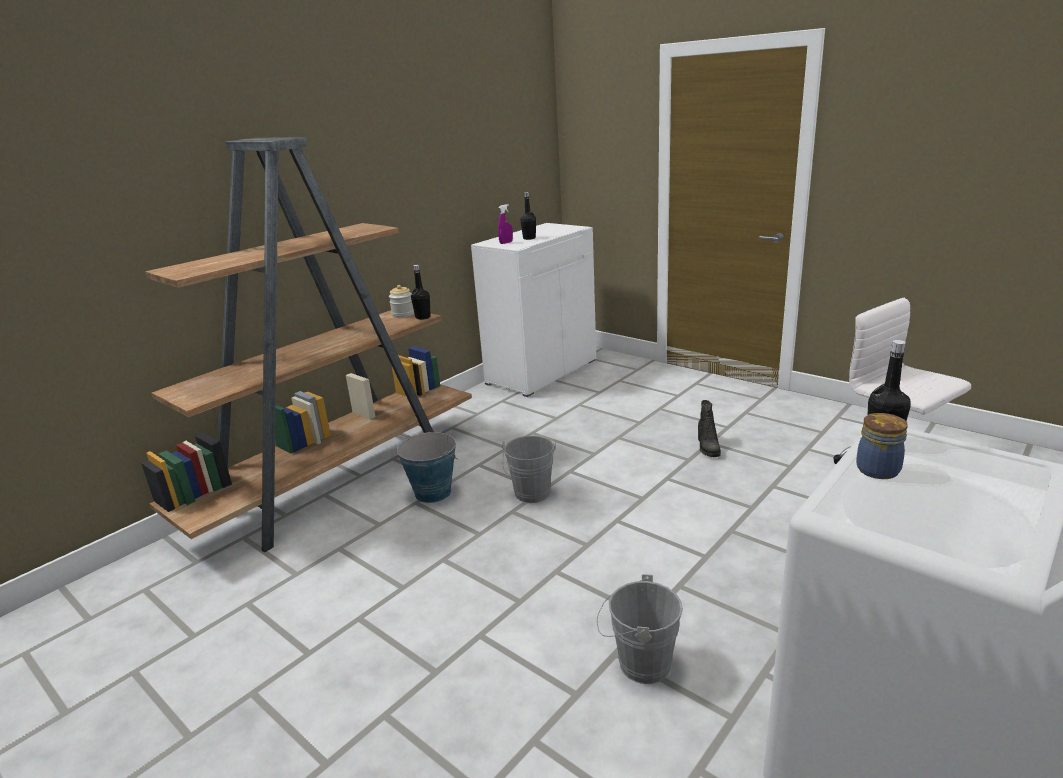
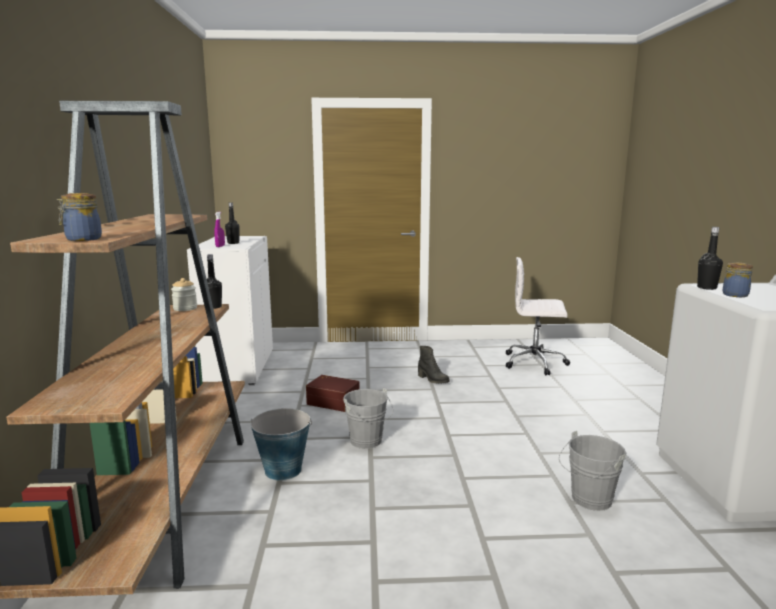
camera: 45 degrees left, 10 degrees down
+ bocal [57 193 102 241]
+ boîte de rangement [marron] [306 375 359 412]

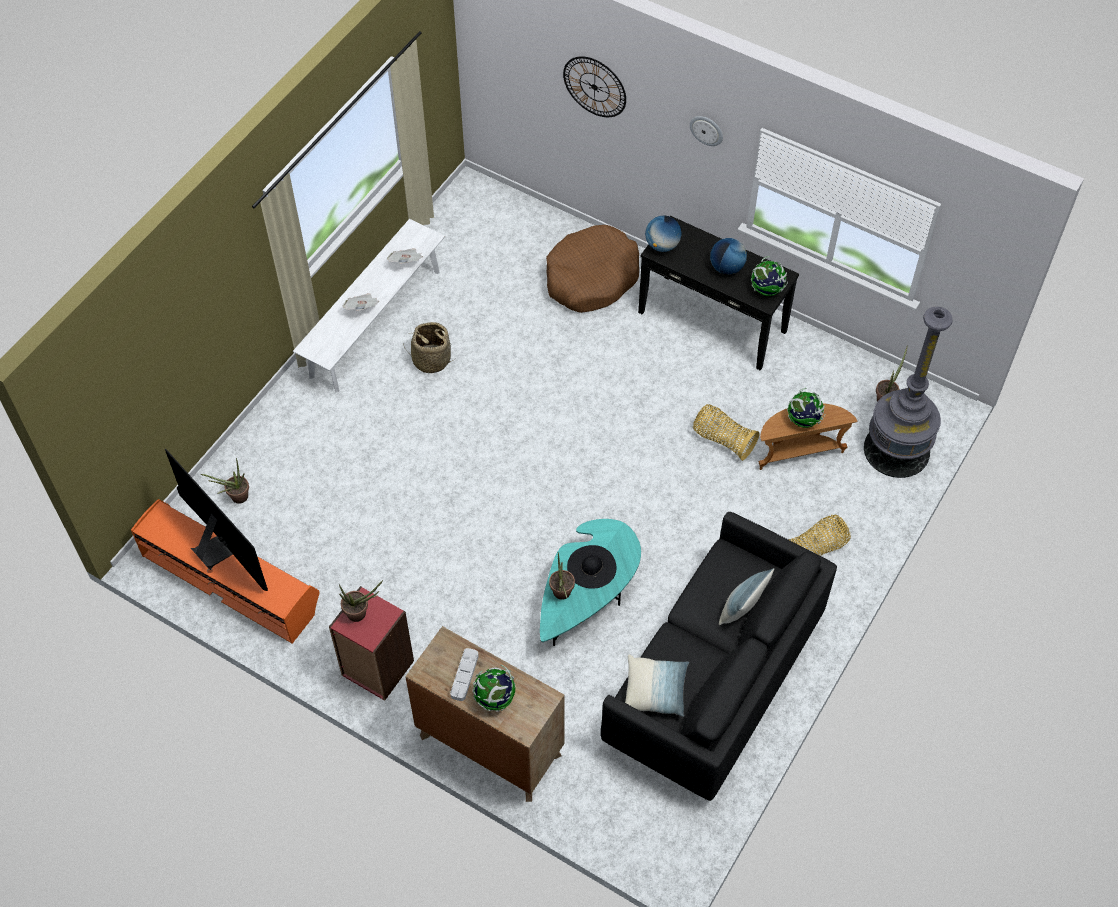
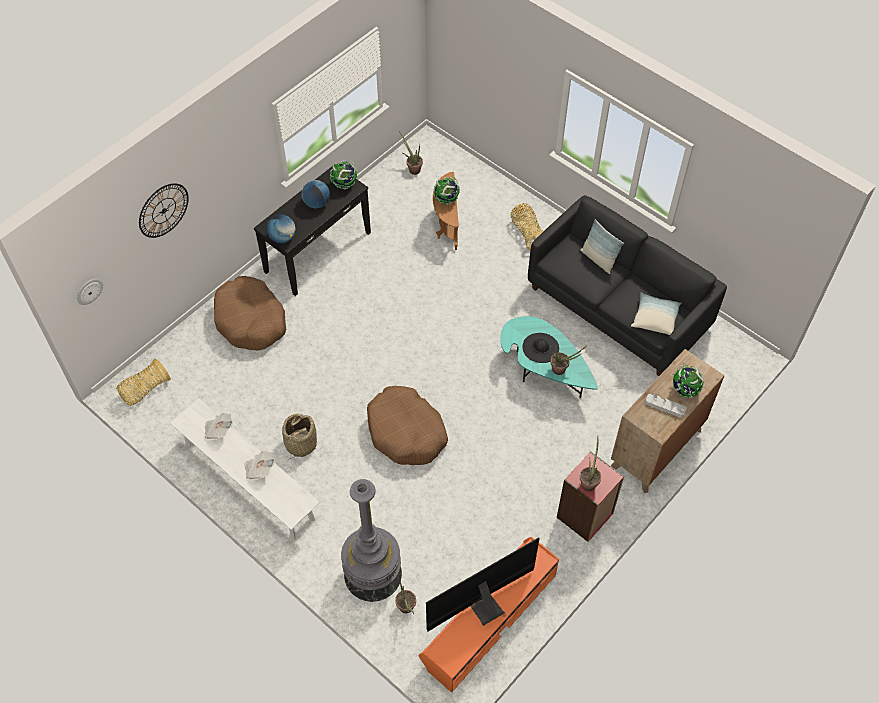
camera: 80 degrees left, 0 degrees up
~ horloge murale [690 116 723 146] to [77 278 103 305]
~ panier [693 404 760 461] to [116 359 171 406]
~ lampadaire [gris] [864 306 953 478] to [341 479 402 602]
+ panier pour chien [marron] [367 386 448 465]

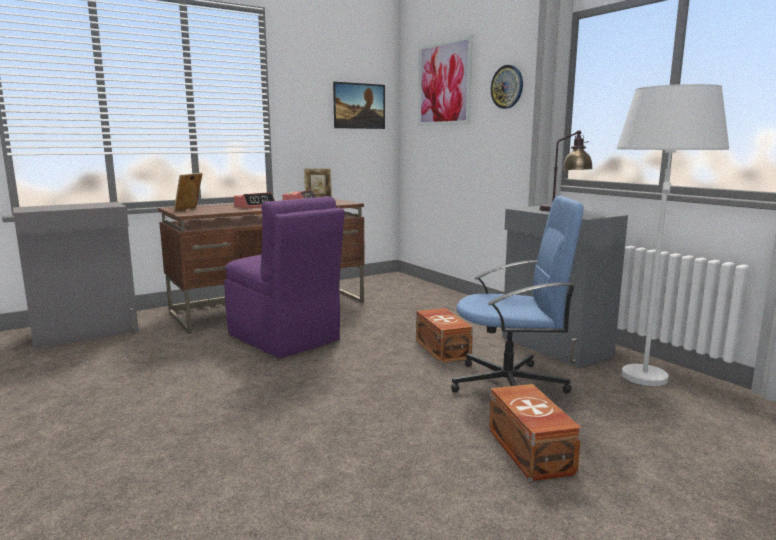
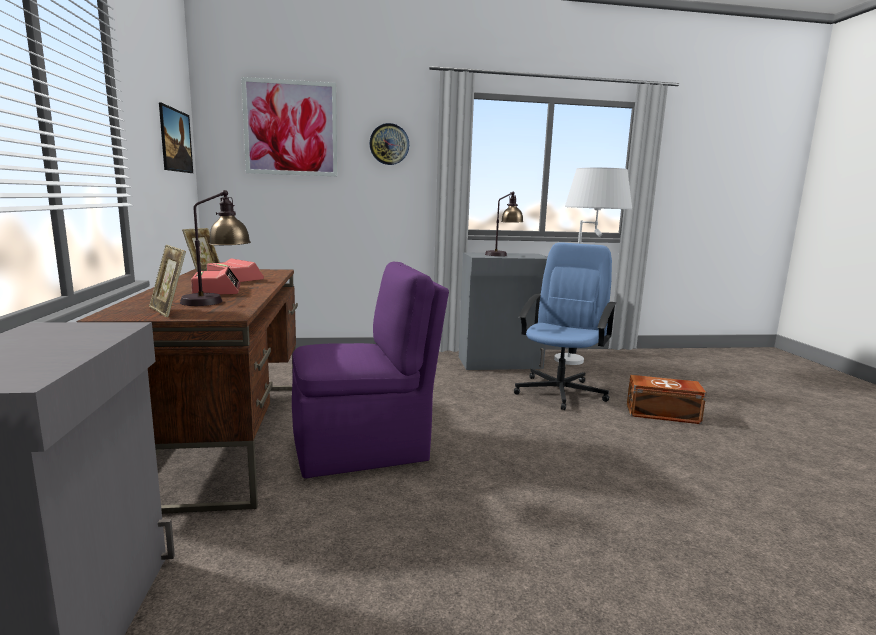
camera: 65 degrees left, 0 degrees up
+ lampe de table [180 190 251 306]
- boîte de rangement [marron] [416 308 473 363]

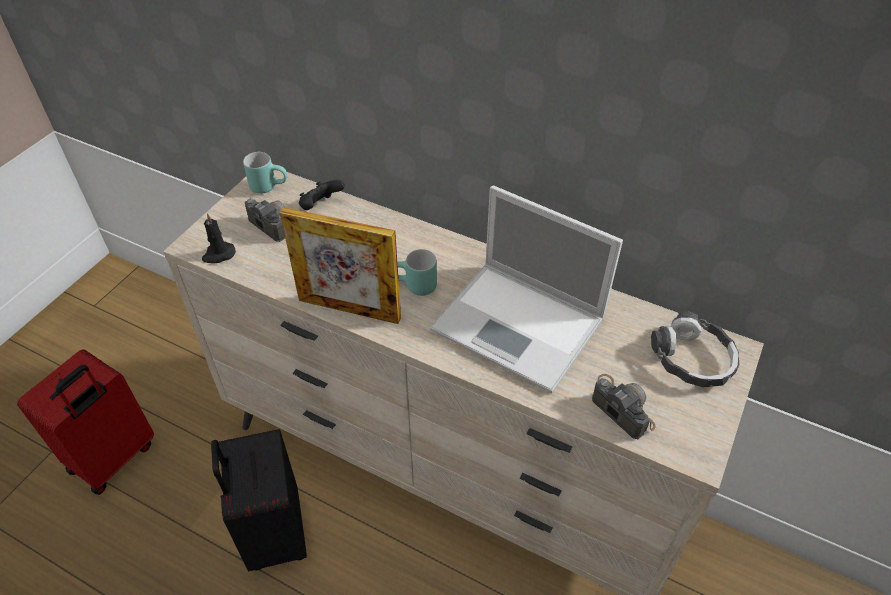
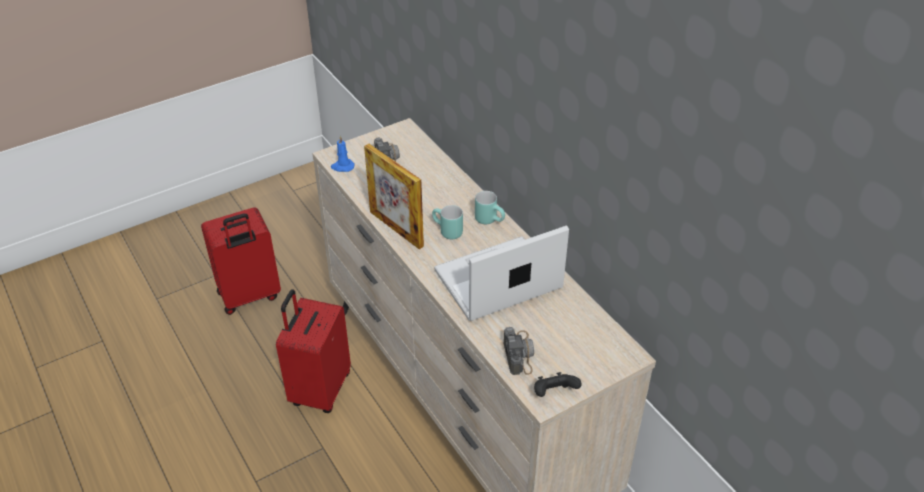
camera: 30 degrees right, 5 degrees down
~ valise [noir] [211 429 307 571] to valise [rouge] [276 289 351 413]
~ bougie [noir] [202 213 236 263] to bougie [bleu] [331 136 355 172]
~ ordinateur portable [430 185 623 393] = [434 225 569 321] 90 degrees clockwise
~ mug [turquoise] [243 152 287 194] to [475 191 505 224]
~ manette [noir] [299 180 345 210] to [534 372 582 397]
- casque audio [651 311 740 387]

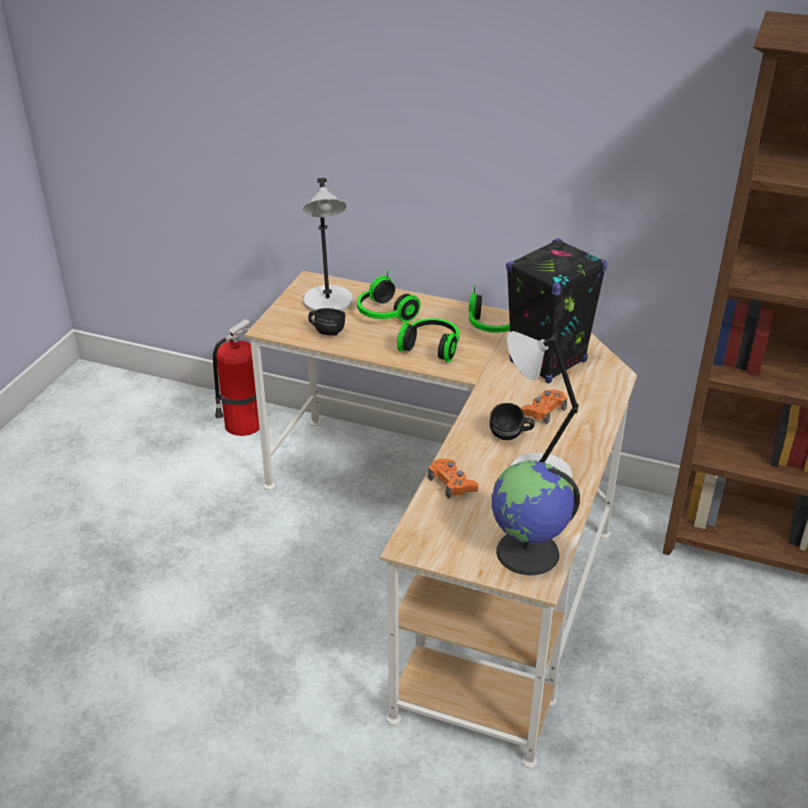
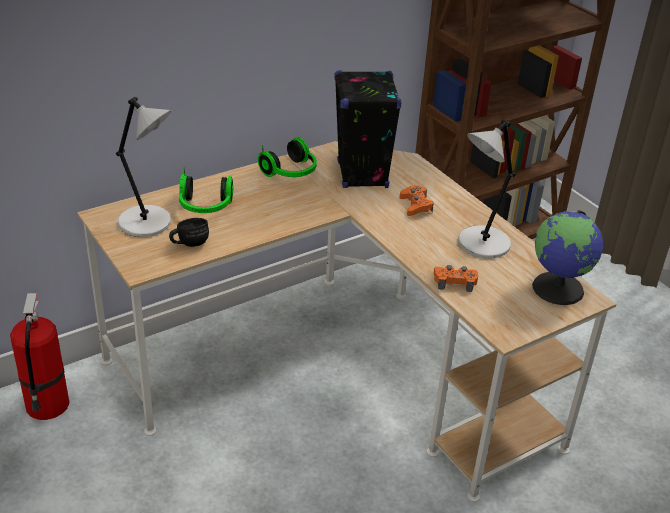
camera: 55 degrees left, 0 degrees up
- casque audio [397 318 460 362]
- mug [noir] [490 403 535 440]

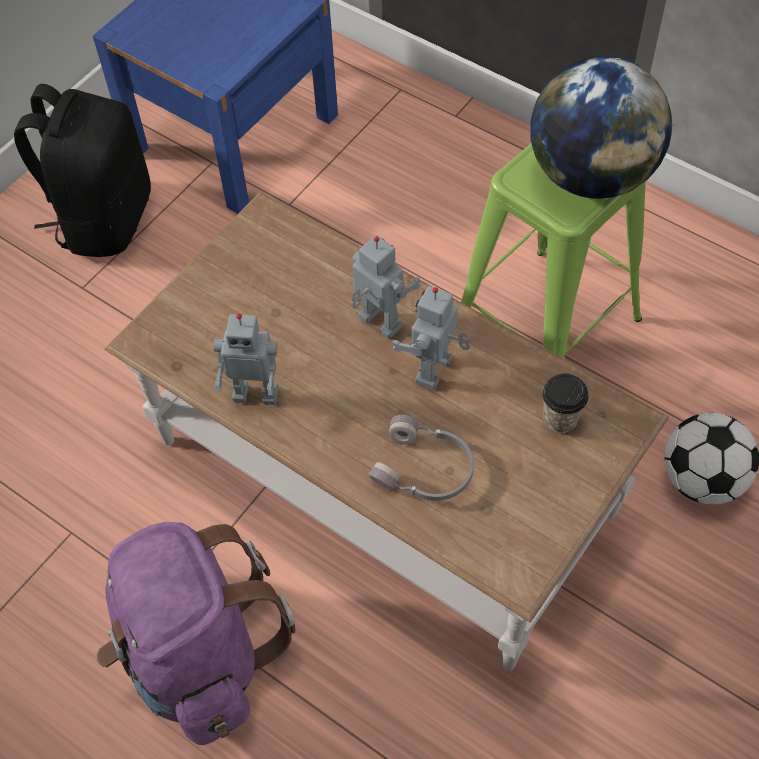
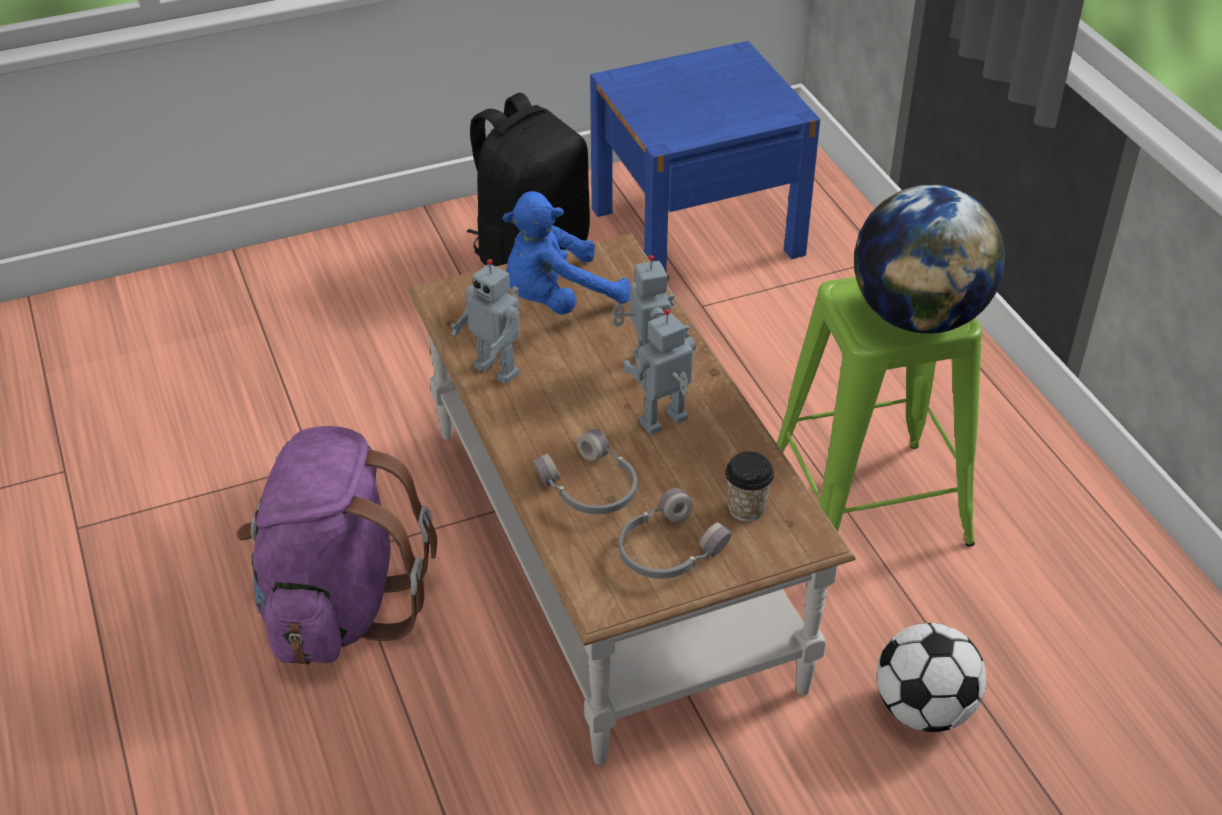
camera: 30 degrees right, 15 degrees down
+ peluche [bleu] [502 191 630 315]
+ casque audio [gris] [619 488 732 579]

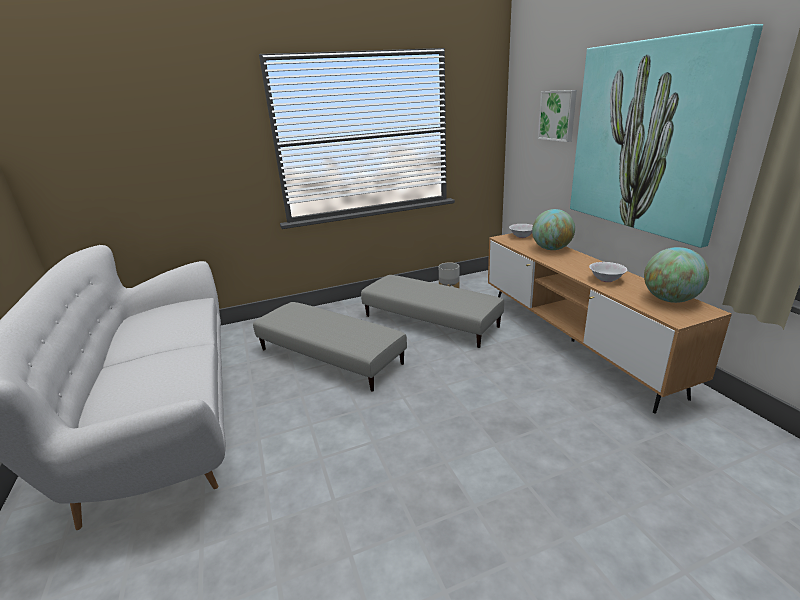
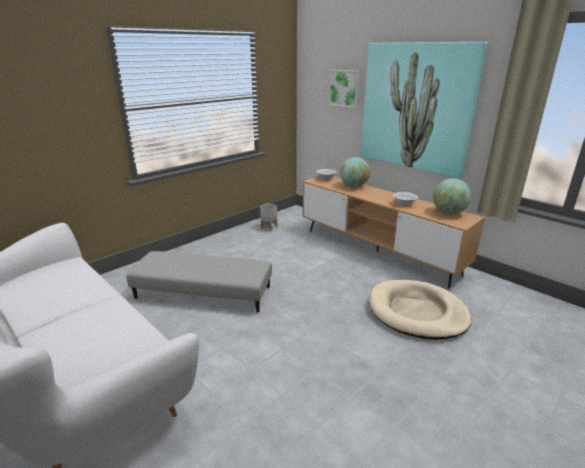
camera: 25 degrees left, 0 degrees up
+ panier pour chien [beige] [369 280 472 340]
- pouf [gris] [361 275 504 348]

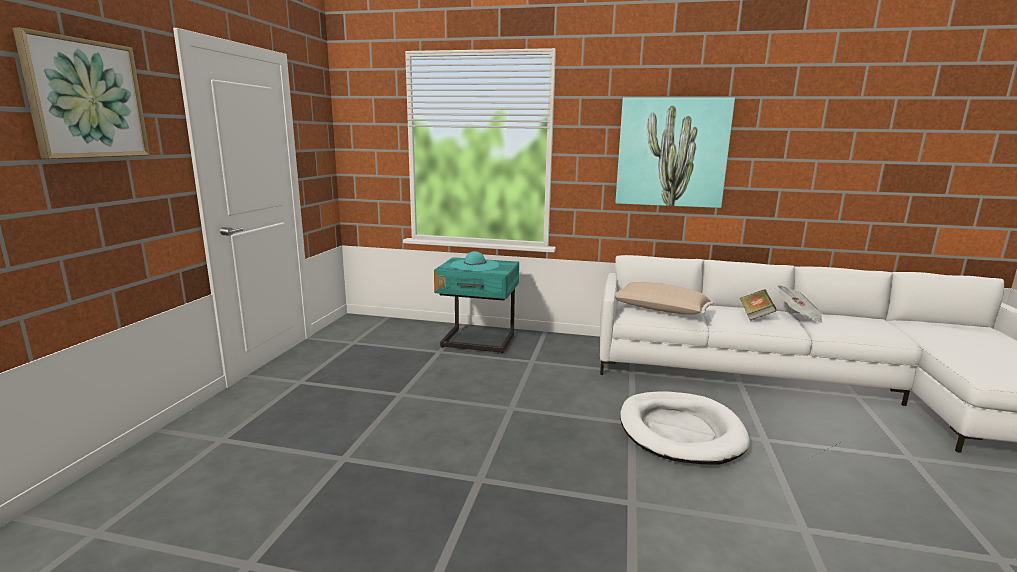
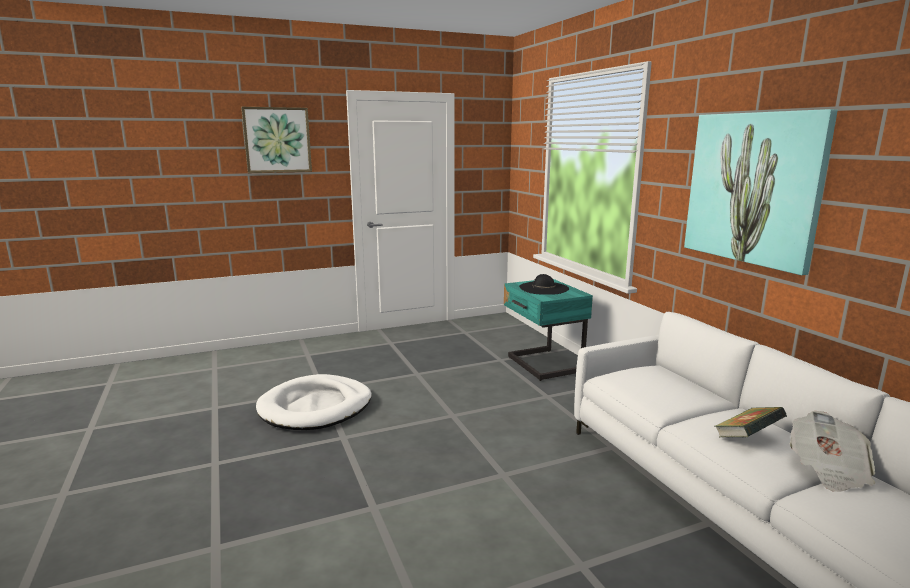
camera: 55 degrees right, 0 degrees up
~ panier pour chien [blanc] [620 392 750 465] to [256 374 372 430]
~ chapeau [turquoise] [450 251 499 271] to chapeau [noir] [519 274 569 295]
- coussin [beige] [615 282 714 315]

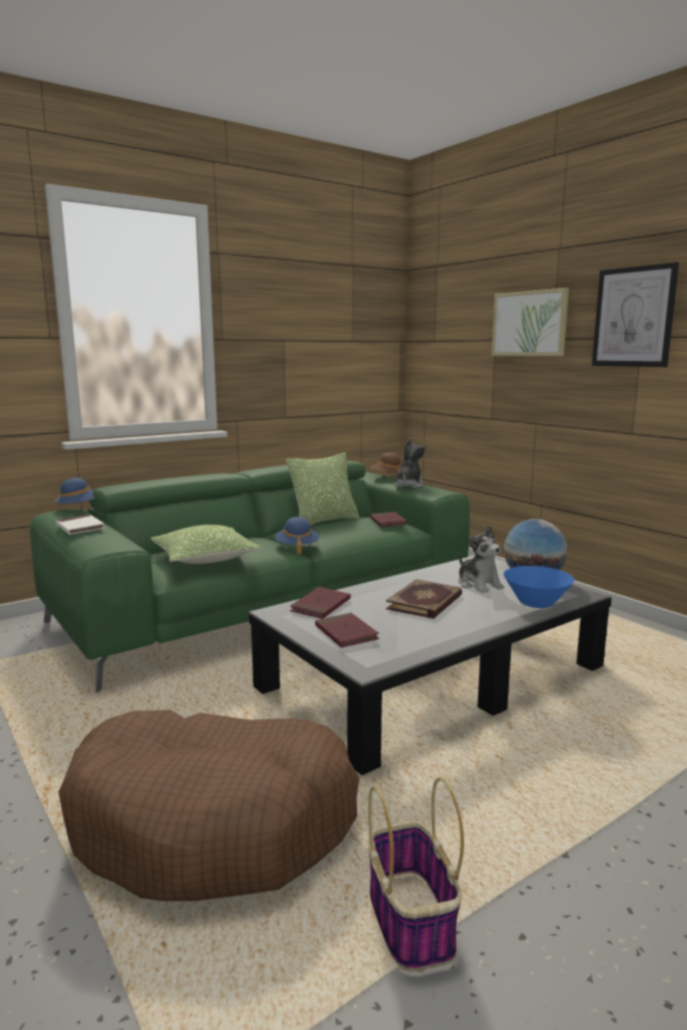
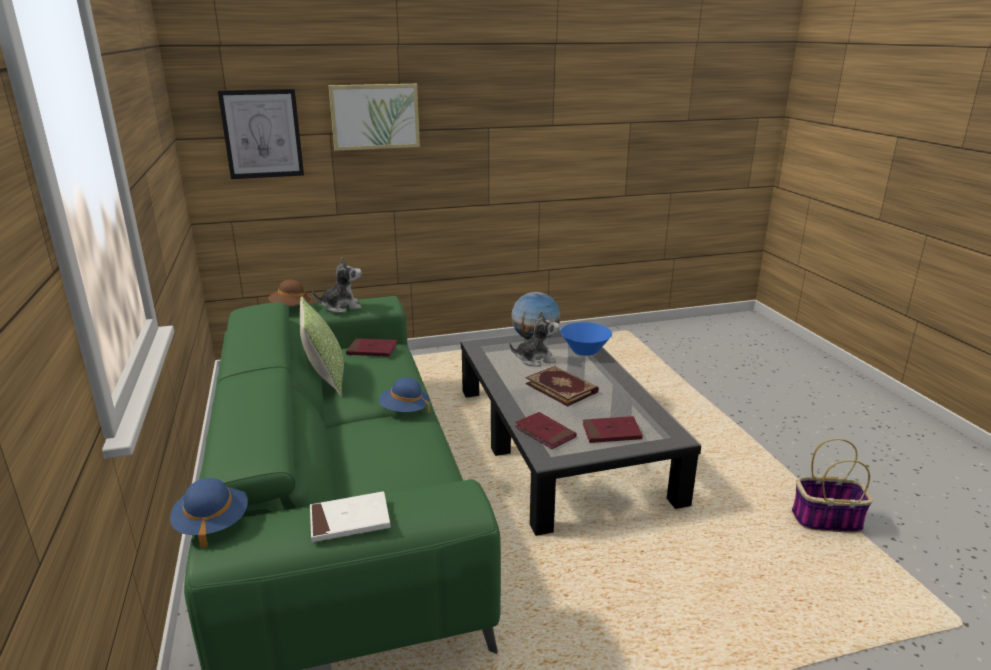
camera: 70 degrees left, 10 degrees up
~ tableau [592 262 679 367] to [218 89 304 179]
~ peluche [395 438 427 488] = [313 257 362 313] 120 degrees clockwise
- panier pour chien [marron] [59 710 359 901]
- coussin [151 525 261 564]

